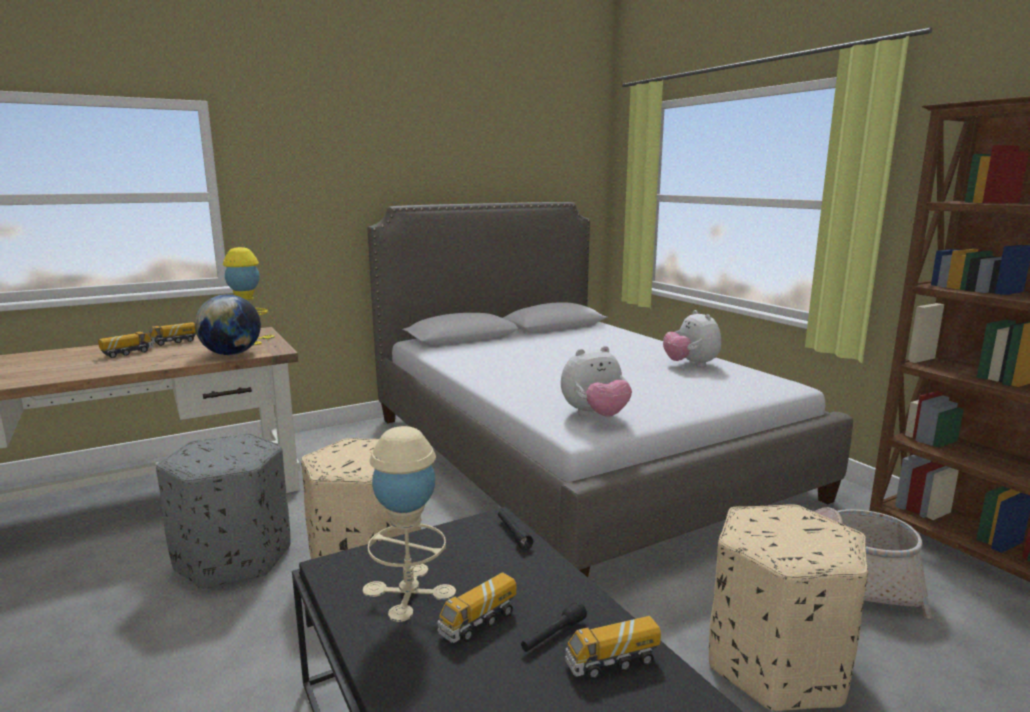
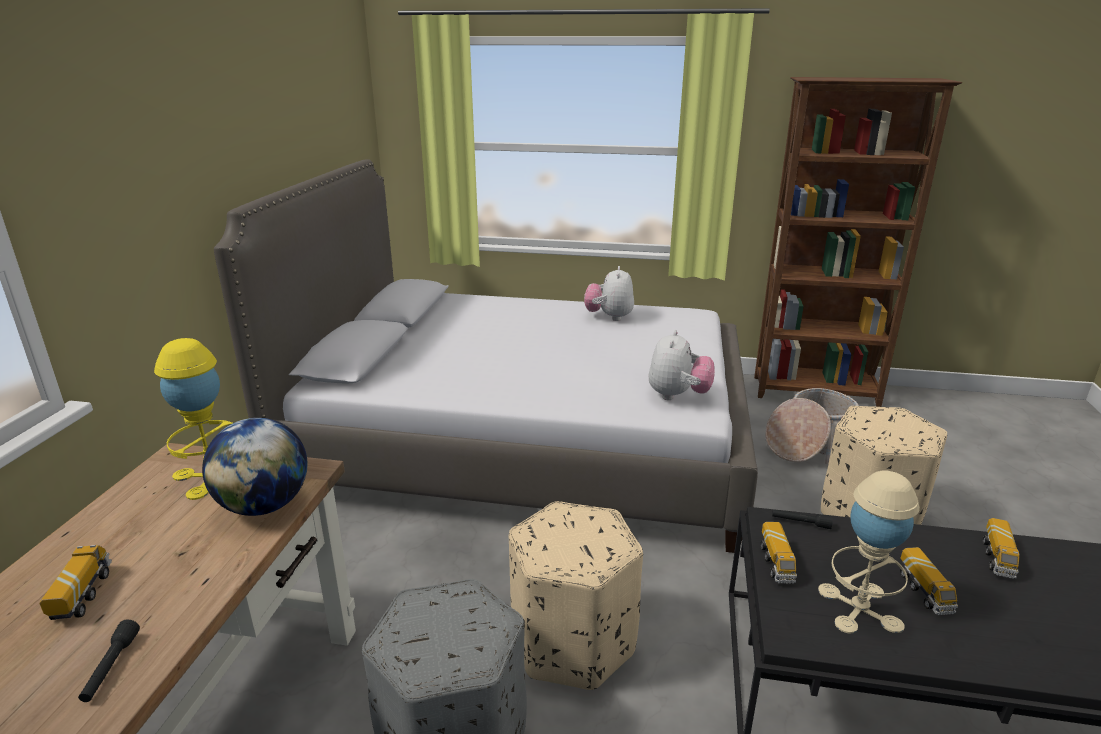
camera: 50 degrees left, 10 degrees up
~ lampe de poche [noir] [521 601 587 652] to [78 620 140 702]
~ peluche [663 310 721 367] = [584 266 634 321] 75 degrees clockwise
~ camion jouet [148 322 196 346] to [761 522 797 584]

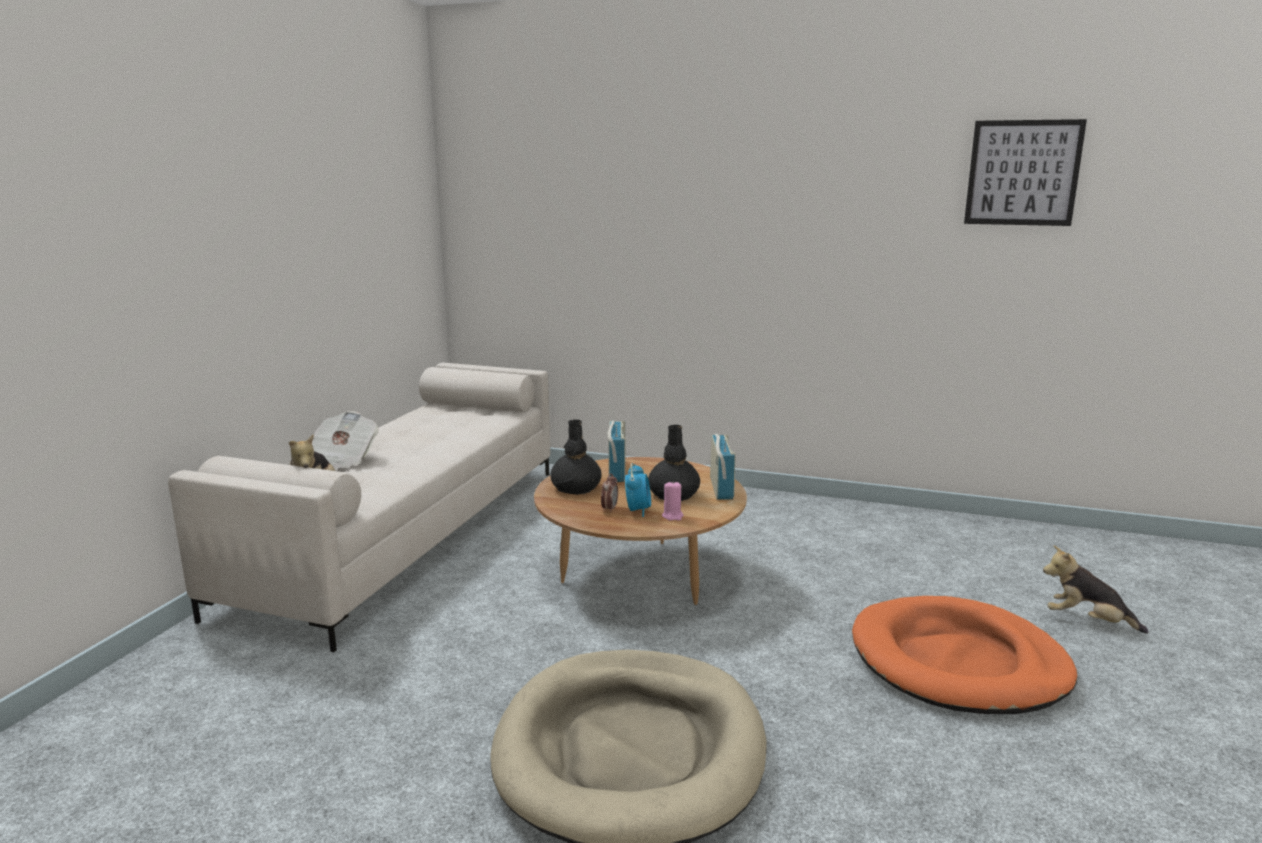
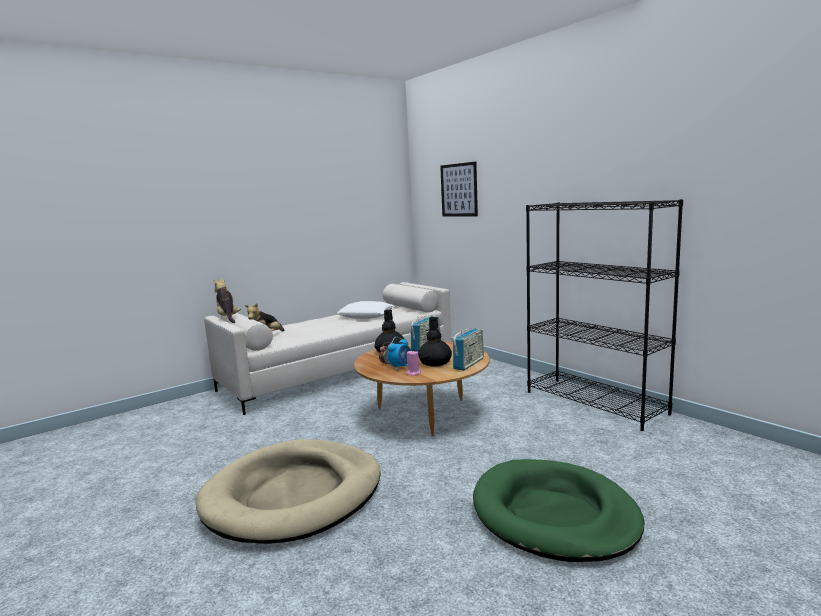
camera: 35 degrees right, 5 degrees down
~ peluche [1043 545 1148 634] to [213 279 241 323]
+ coussin [blanc] [337 301 395 319]
~ tableau [964 119 1087 226] to [440 162 478 216]
~ panier pour chien [orange] [852 596 1077 714] to panier pour chien [vert] [473 459 644 562]
+ bibliothèque [noir] [526 199 683 431]
- journal [312 411 379 469]

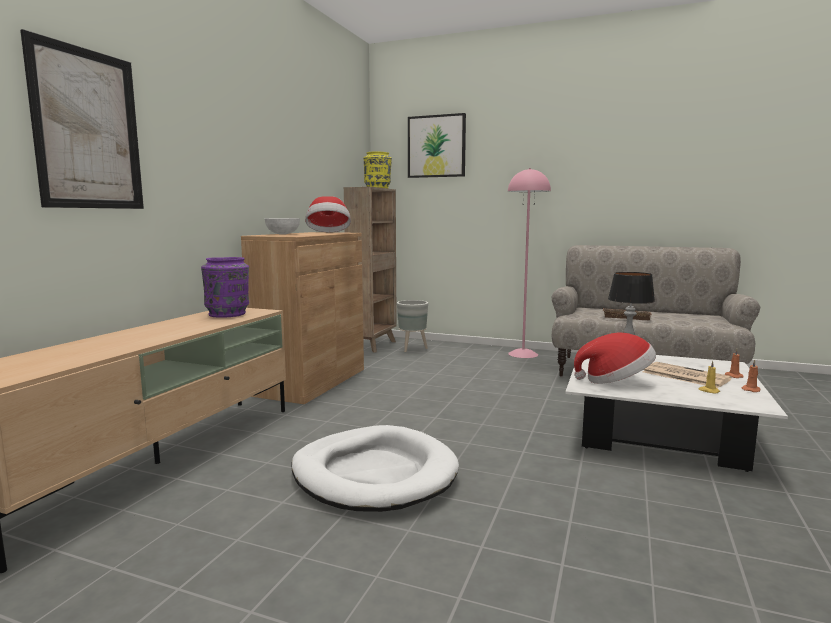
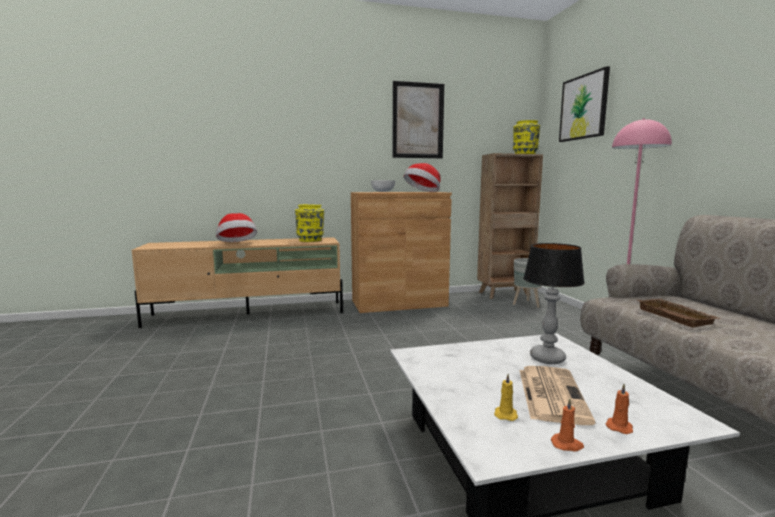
camera: 55 degrees right, 0 degrees up
~ chapeau [574 332 656 384] to [216 213 257 242]
~ vase [violet] [201 257 249 318] to vase [jaune] [295 204 324 242]
~ tableau [20 29 144 209] to [393 81 444 158]
- panier pour chien [blanc] [291 425 459 512]

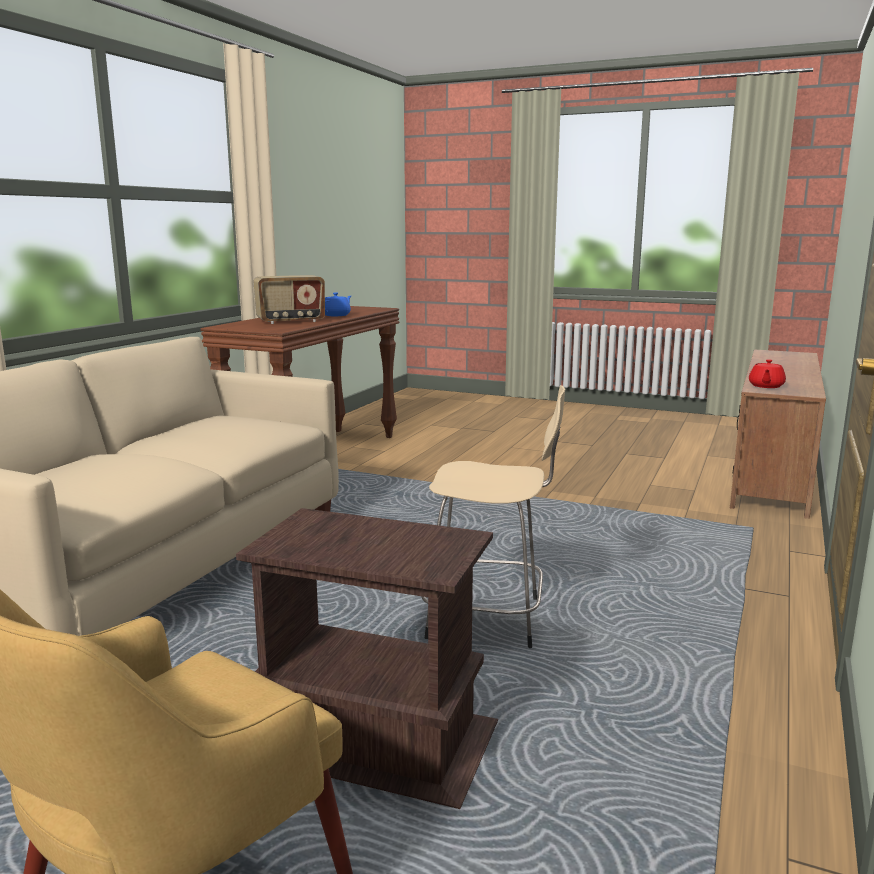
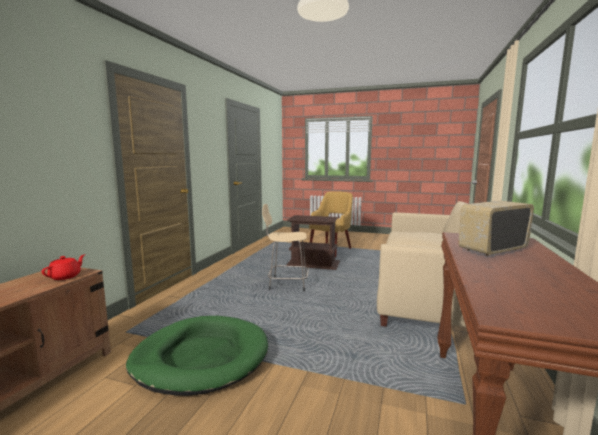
camera: 175 degrees right, 5 degrees down
+ panier pour chien [vert] [126 316 268 396]
- théière [bleu] [325 293 351 316]

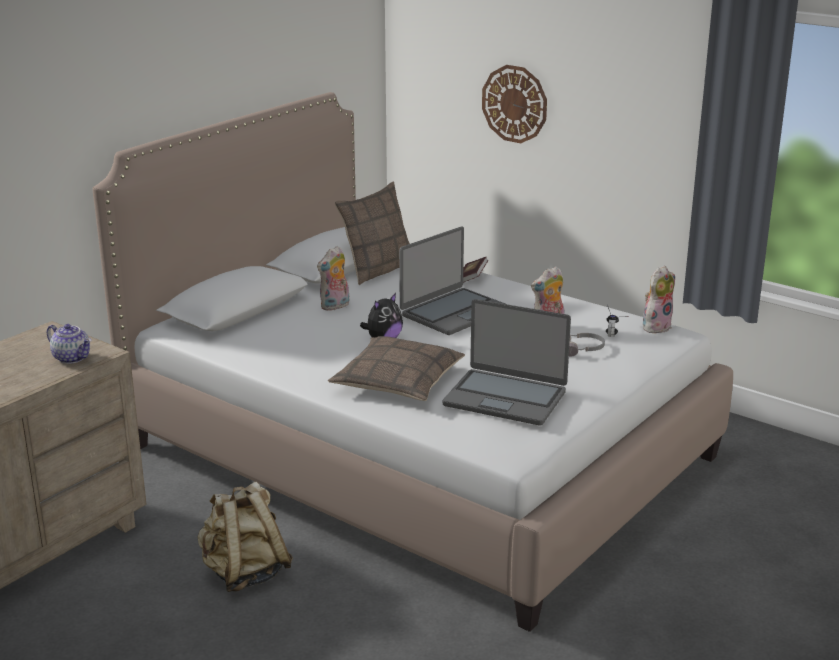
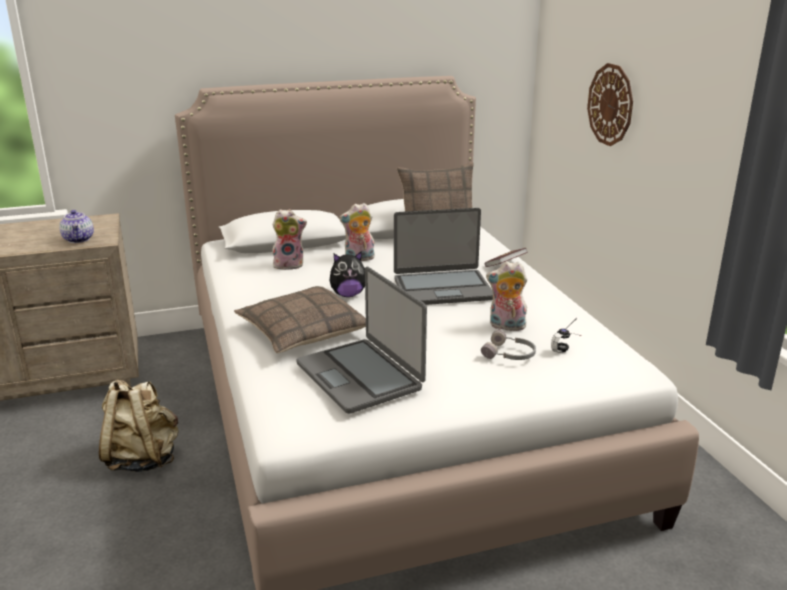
camera: 35 degrees right, 0 degrees up
~ peluche [643 266 675 333] to [272 209 307 270]

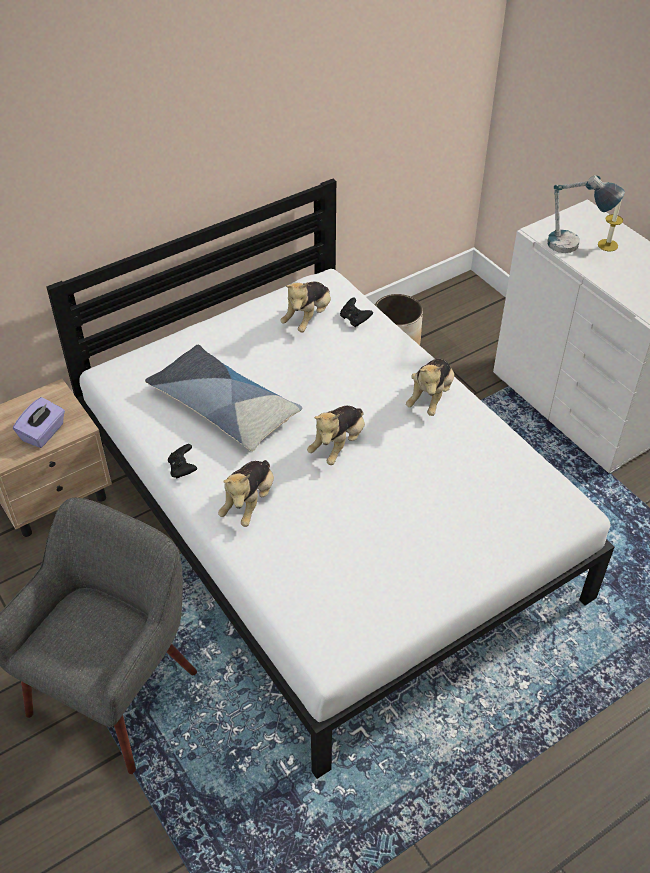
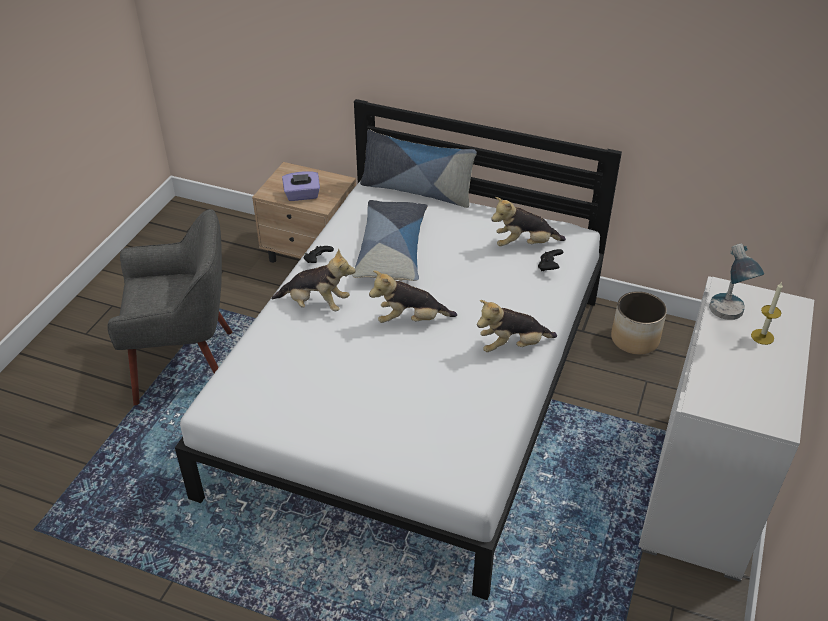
camera: 55 degrees right, 5 degrees down
~ peluche [218 460 274 527] = [272 248 355 311] 150 degrees counterclockwise
+ coussin [360 129 477 208]

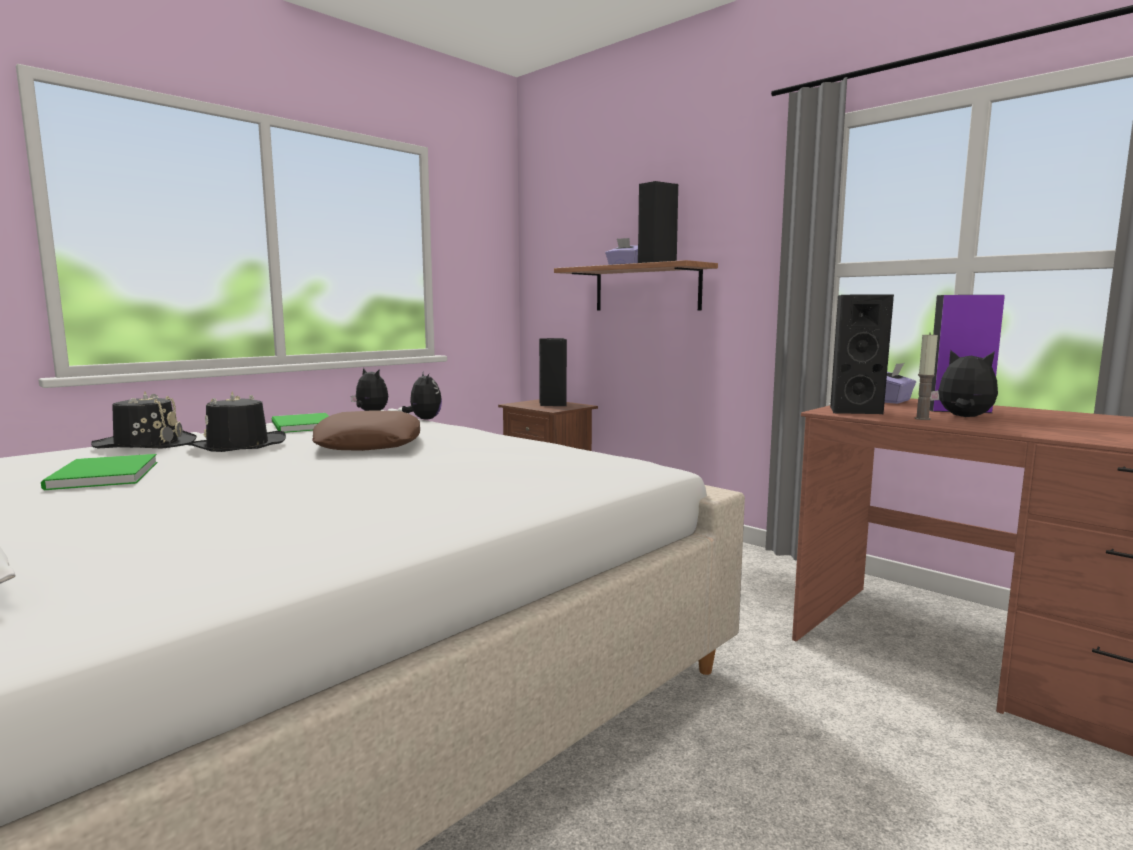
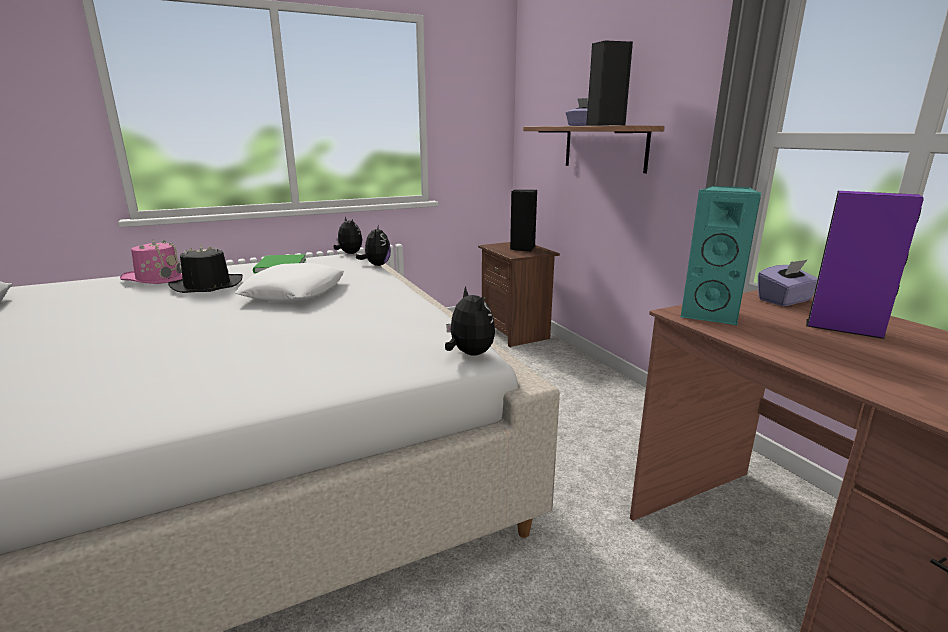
camera: 20 degrees right, 10 degrees up
~ chapeau [noir] [91 391 197 449] to chapeau [rose] [120 240 182 284]
~ coussin [marron] [312 410 420 451] to coussin [blanc] [235 263 344 302]
~ peluche [930 350 998 417] to [445 286 495 356]
~ enceinte [noir] [830 295 894 414] to enceinte [turquoise] [680 186 761 325]
- livre [vert] [41 454 157 490]
- bougie [915 332 938 420]

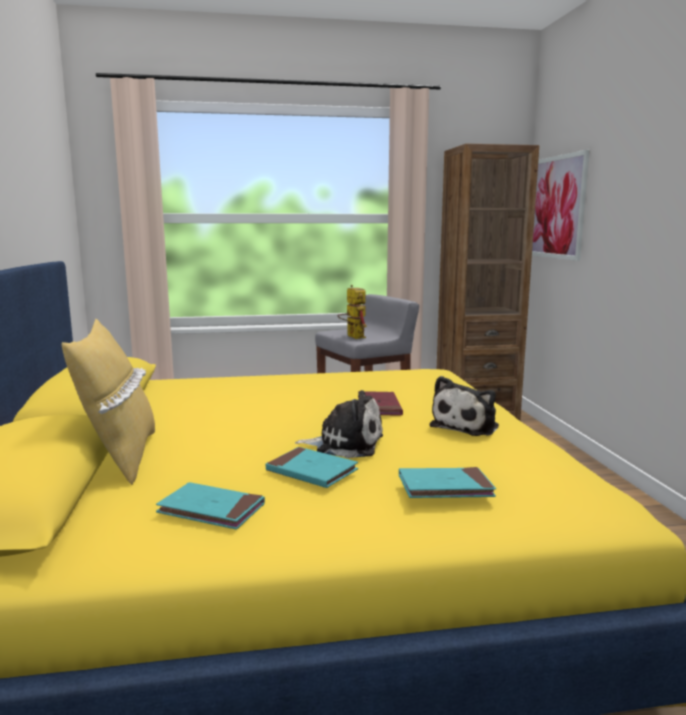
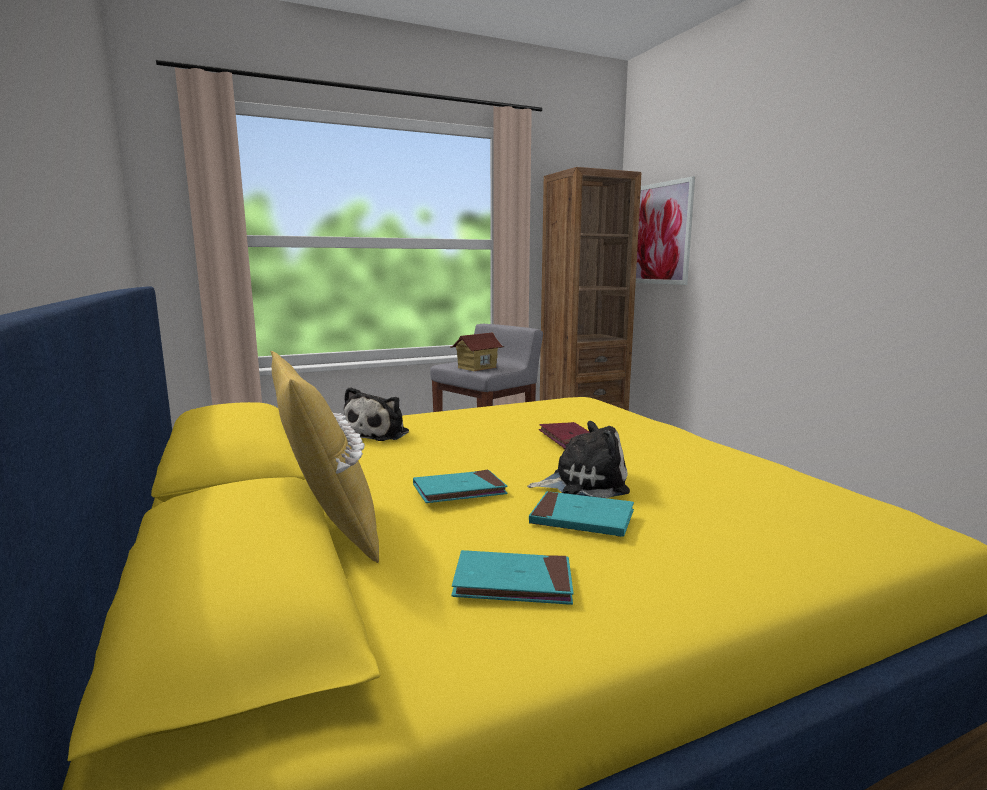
camera: 15 degrees left, 0 degrees up
~ peluche [430 376 499 436] to [344 387 409 441]
~ livre [turquoise] [399 467 496 498] to [413 470 508 503]
~ robot jouet [337 285 367 339] to maison miniature [450 333 505 371]

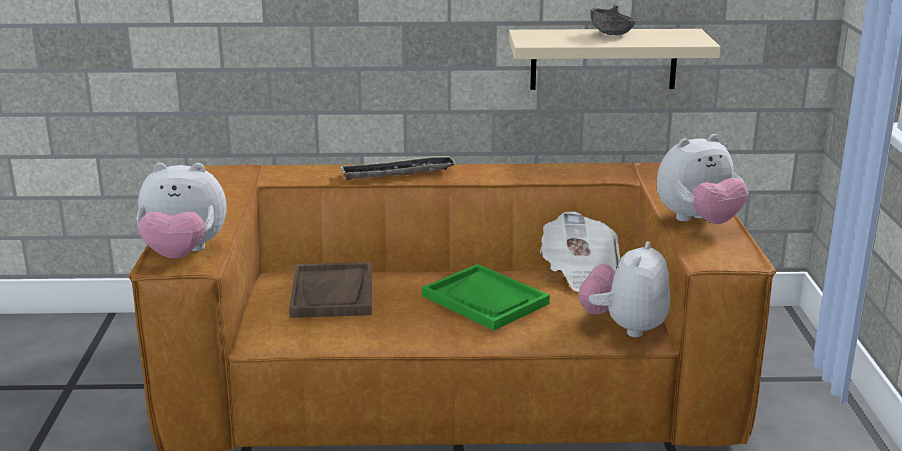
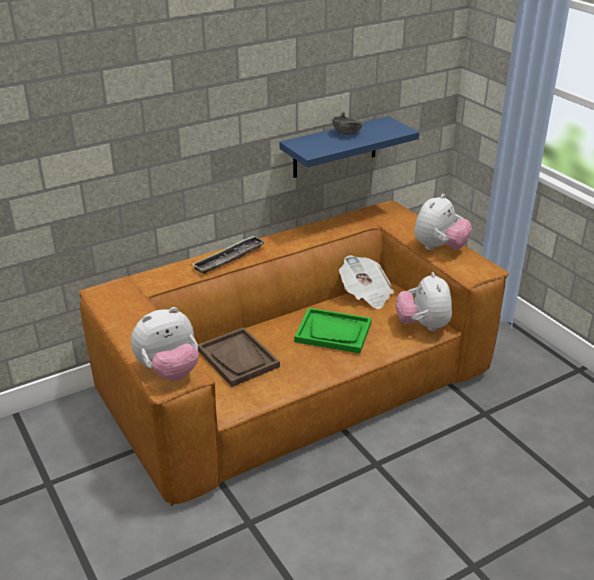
camera: 30 degrees left, 10 degrees up
~ étagère [beige] [509 29 721 90] to étagère [bleu] [279 116 419 178]

